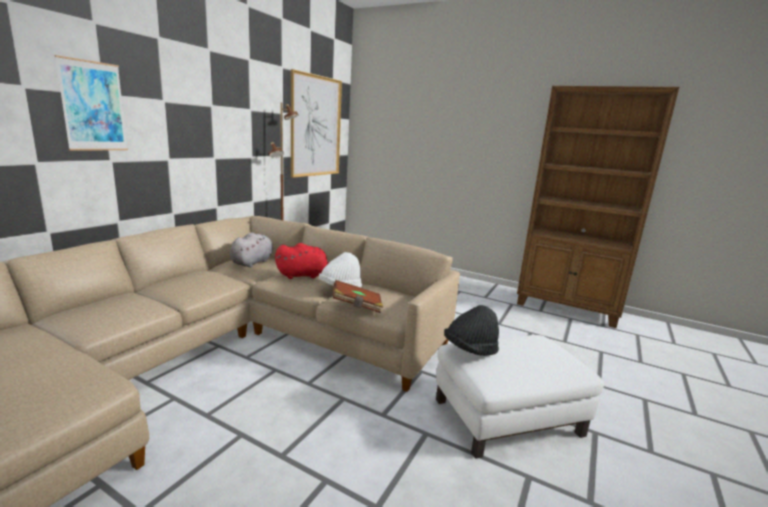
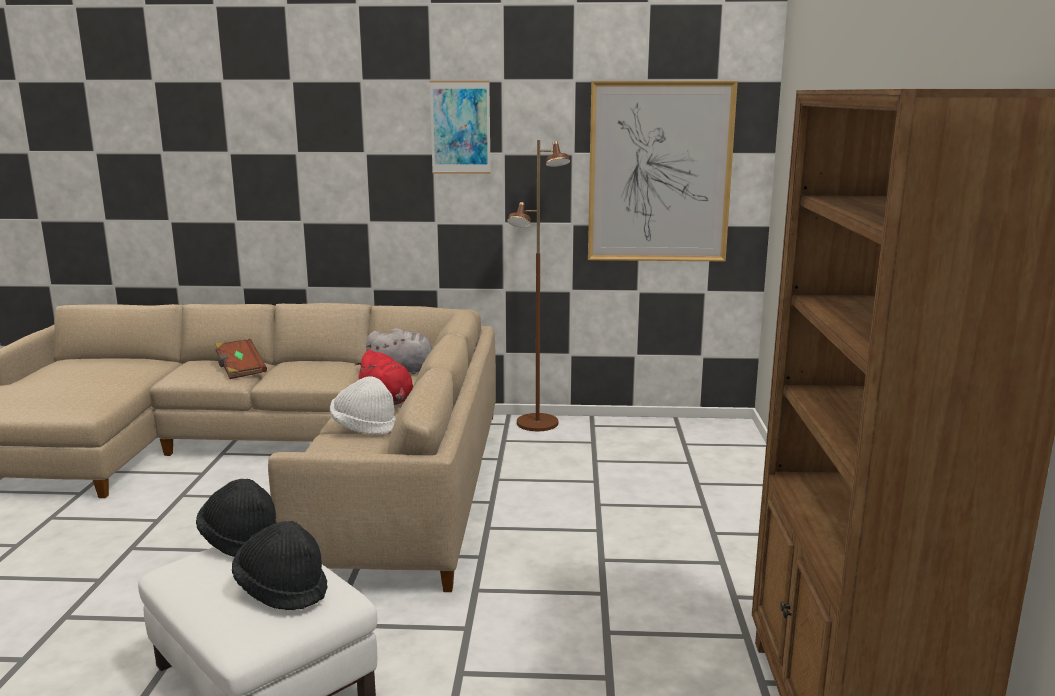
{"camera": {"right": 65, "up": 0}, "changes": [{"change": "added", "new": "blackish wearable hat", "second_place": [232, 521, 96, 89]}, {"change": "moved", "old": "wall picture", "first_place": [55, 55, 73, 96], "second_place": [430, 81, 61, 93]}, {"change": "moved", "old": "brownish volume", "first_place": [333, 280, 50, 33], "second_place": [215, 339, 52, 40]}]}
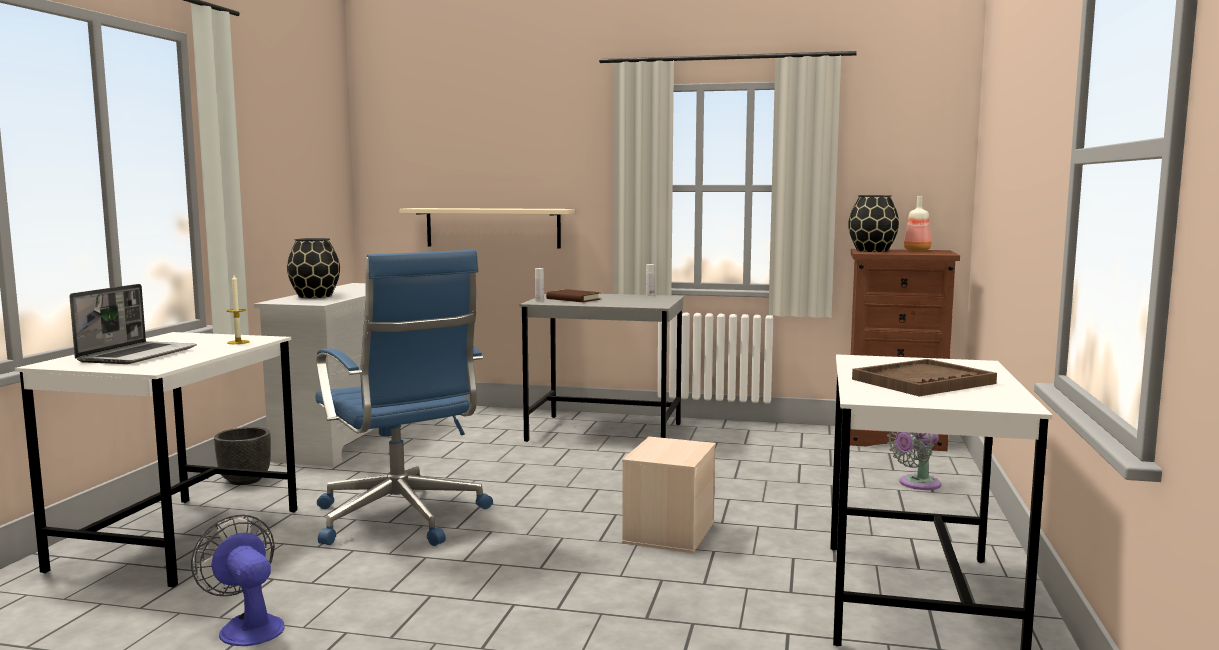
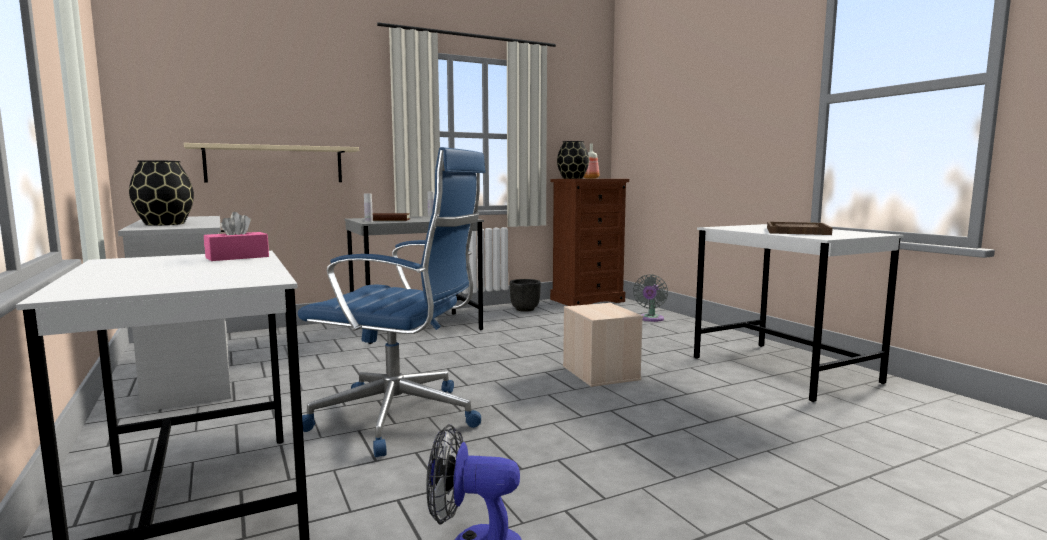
{"camera": {"right": -40, "up": 0}, "changes": [{"change": "removed", "old": "portable computer", "first_place": [70, 284, 127, 80]}, {"change": "moved", "old": "blackish plant pot", "first_place": [214, 427, 57, 58], "second_place": [510, 279, 31, 33]}, {"change": "replaced", "old": "candle", "new": "pink tissue box", "first_place": [227, 275, 23, 69], "second_place": [204, 212, 65, 49]}]}
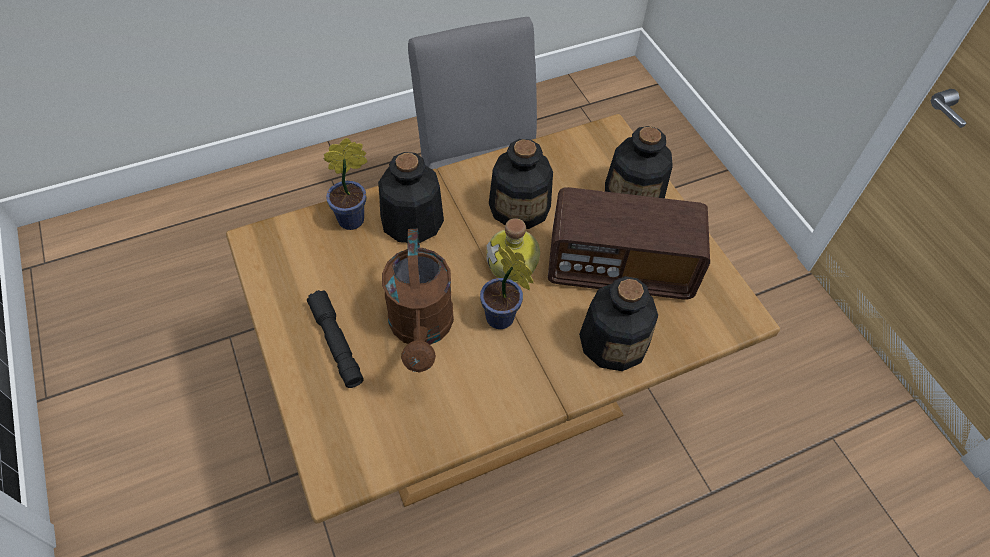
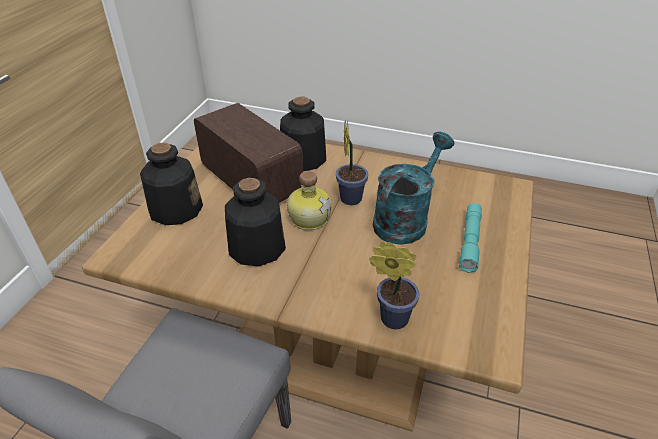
{"camera": {"right": -135, "up": -15}, "changes": [{"change": "removed", "old": "beverage bottle", "first_place": [378, 152, 66, 91]}, {"change": "recoloured", "old": "blackish flashlight", "new": "turquoise-coloured flashlight", "first_place": [307, 290, 57, 98], "second_place": [459, 203, 23, 70]}, {"change": "recoloured", "old": "brownish sprinkling can", "new": "turquoise-coloured sprinkling can", "first_place": [382, 229, 72, 144], "second_place": [373, 131, 82, 114]}]}
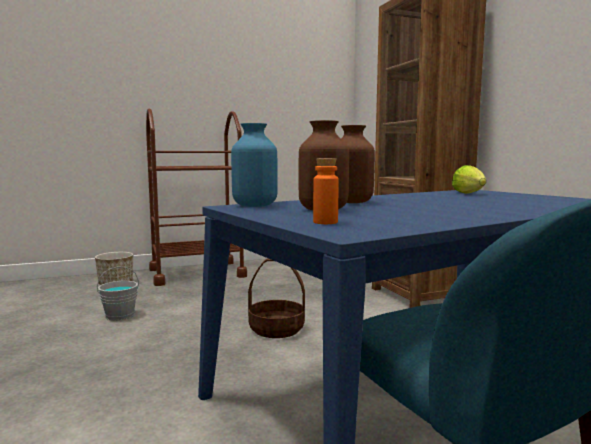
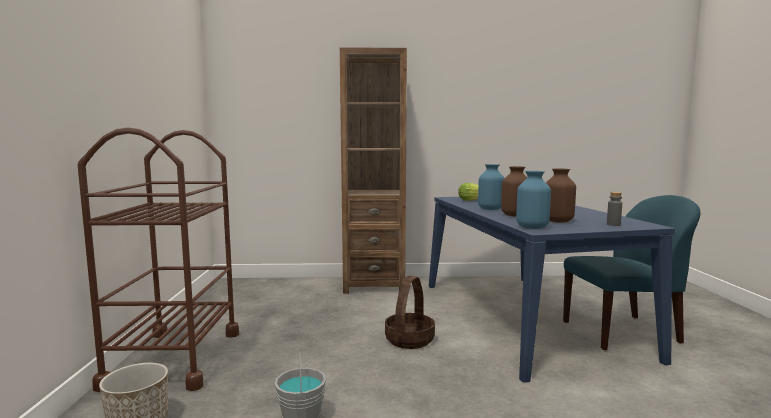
{"camera": {"right": -70, "up": 0}, "changes": [{"change": "added", "new": "blue flower vase", "second_place": [478, 164, 26, 46]}, {"change": "recoloured", "old": "orangey beverage bottle", "new": "grey beverage bottle", "first_place": [313, 158, 26, 66], "second_place": [607, 192, 15, 34]}]}
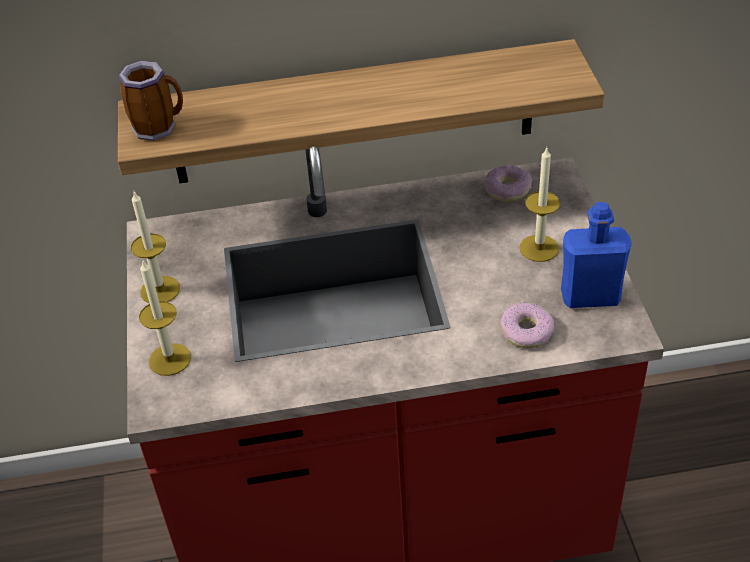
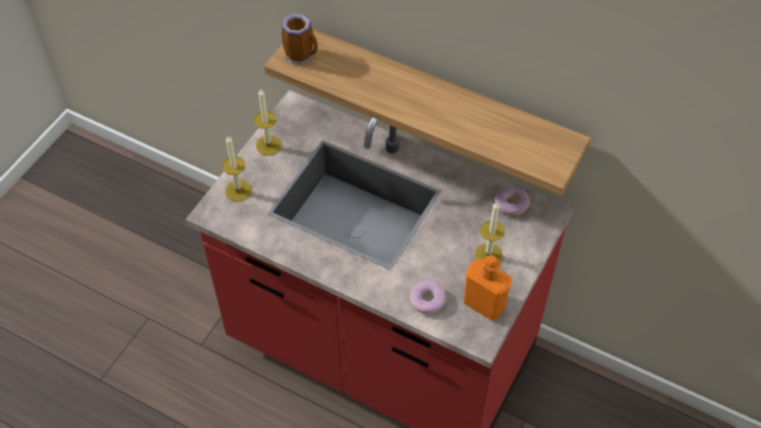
{"camera": {"right": 35, "up": 10}, "changes": [{"change": "recoloured", "old": "blue beverage bottle", "new": "orangey beverage bottle", "first_place": [561, 202, 71, 106], "second_place": [464, 255, 48, 66]}]}
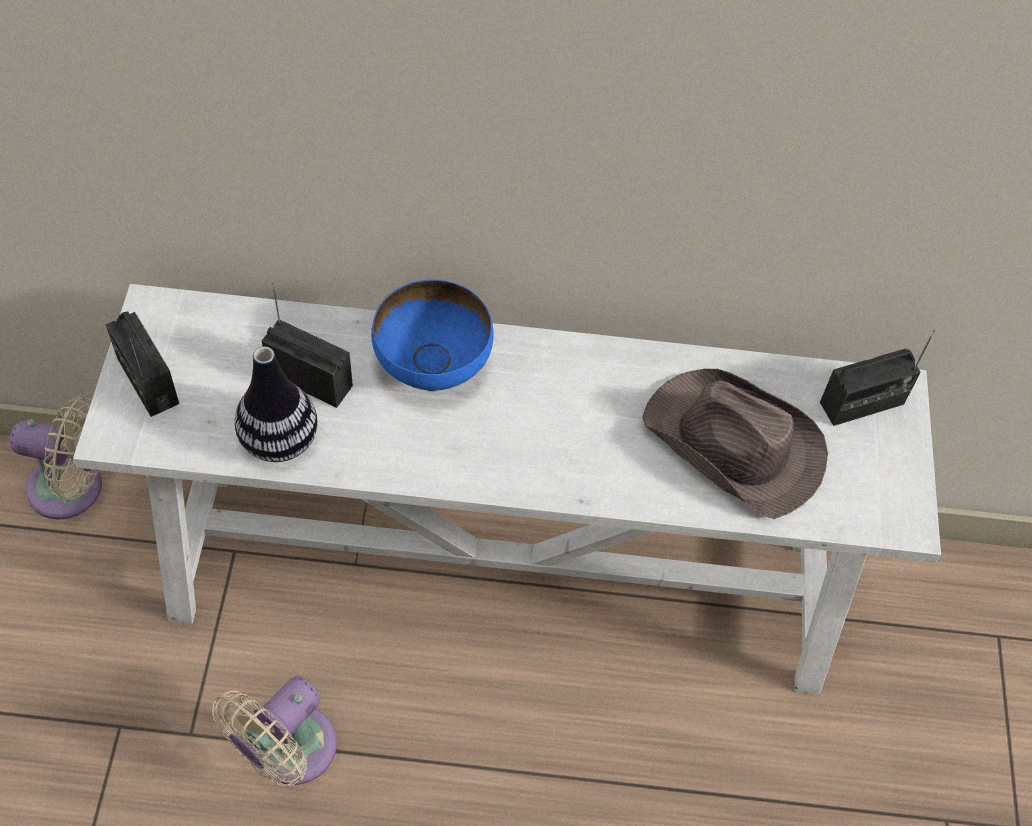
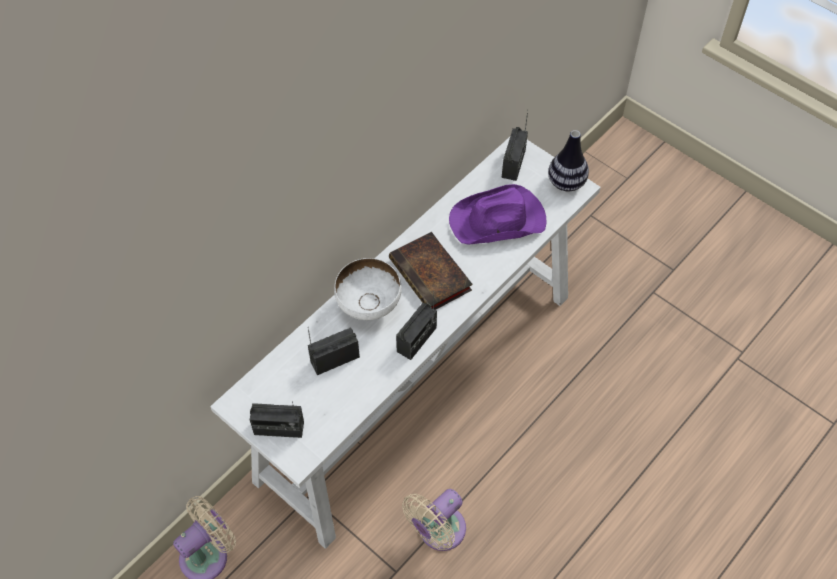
{"camera": {"right": -50, "up": 0}, "changes": [{"change": "added", "new": "volume", "second_place": [389, 232, 84, 78]}, {"change": "added", "new": "radio", "second_place": [396, 291, 41, 69]}, {"change": "moved", "old": "flower vase", "first_place": [235, 346, 83, 116], "second_place": [548, 130, 41, 61]}, {"change": "recoloured", "old": "blue deep dish", "new": "white deep dish", "first_place": [371, 280, 123, 111], "second_place": [334, 258, 68, 62]}, {"change": "recoloured", "old": "brownish wearable hat", "new": "purple-coloured wearable hat", "first_place": [642, 369, 186, 150], "second_place": [449, 184, 98, 61]}, {"change": "turned", "old": "beige cooling fan", "first_place": [212, 676, 125, 110], "second_place": [402, 489, 64, 62], "degrees": 60}]}
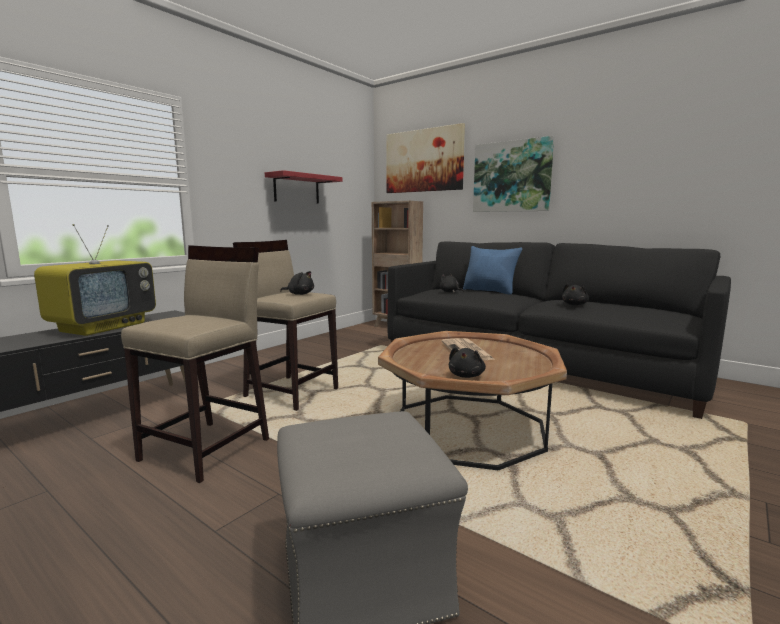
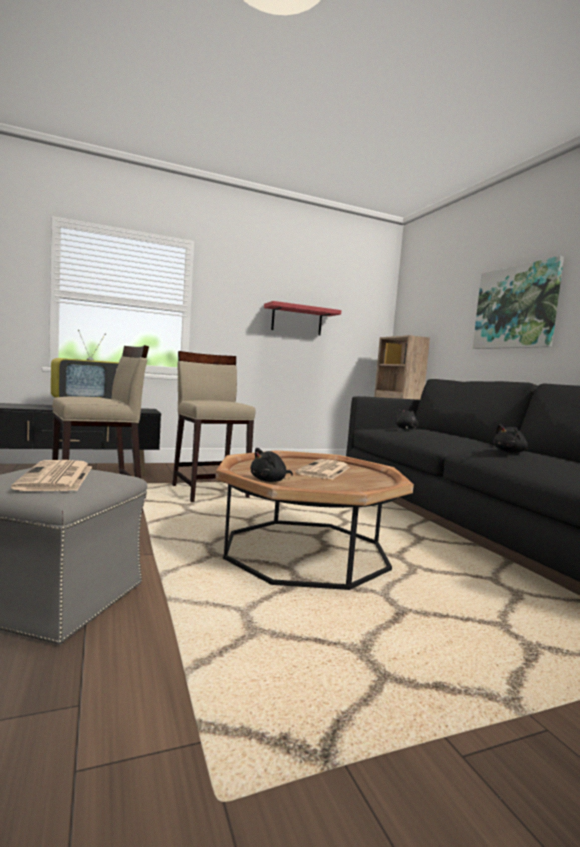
{"camera": {"right": 30, "up": -5}, "changes": [{"change": "removed", "old": "blackish cuddly toy", "first_place": [280, 271, 34, 24]}, {"change": "removed", "old": "wall picture", "first_place": [387, 123, 78, 70]}, {"change": "removed", "old": "blue pillow", "first_place": [463, 246, 60, 49]}, {"change": "added", "new": "newspaper", "second_place": [11, 460, 81, 31]}]}
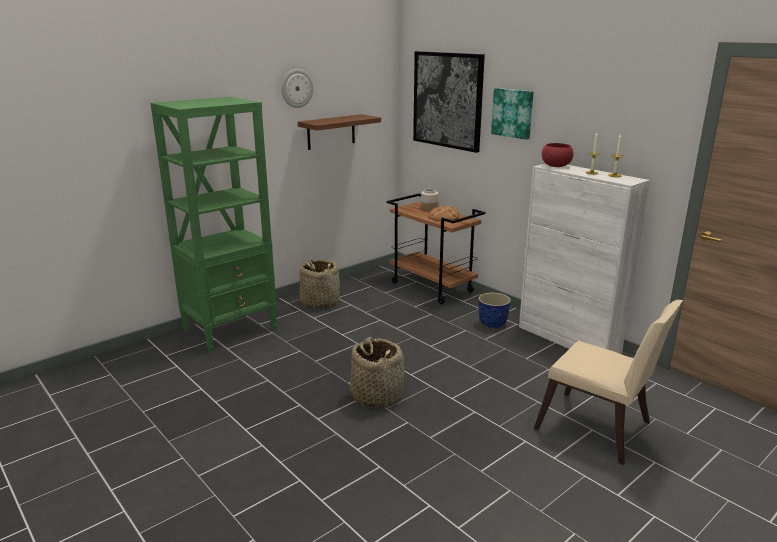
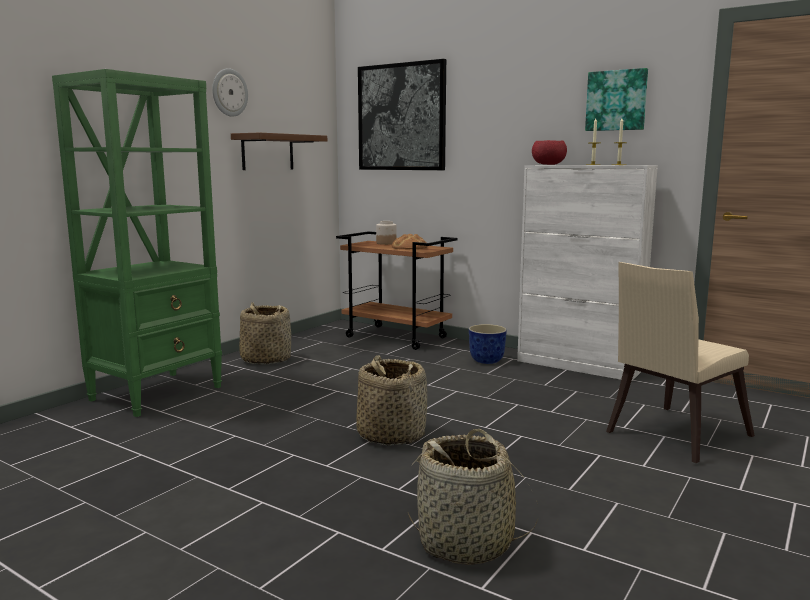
{"camera": {"right": -15, "up": -10}, "changes": [{"change": "added", "new": "storage basket", "second_place": [408, 429, 131, 136]}, {"change": "moved", "old": "wall picture", "first_place": [491, 88, 43, 52], "second_place": [585, 68, 63, 63]}, {"change": "turned", "old": "beige chair", "first_place": [534, 300, 149, 165], "second_place": [606, 262, 149, 201], "degrees": 120}]}
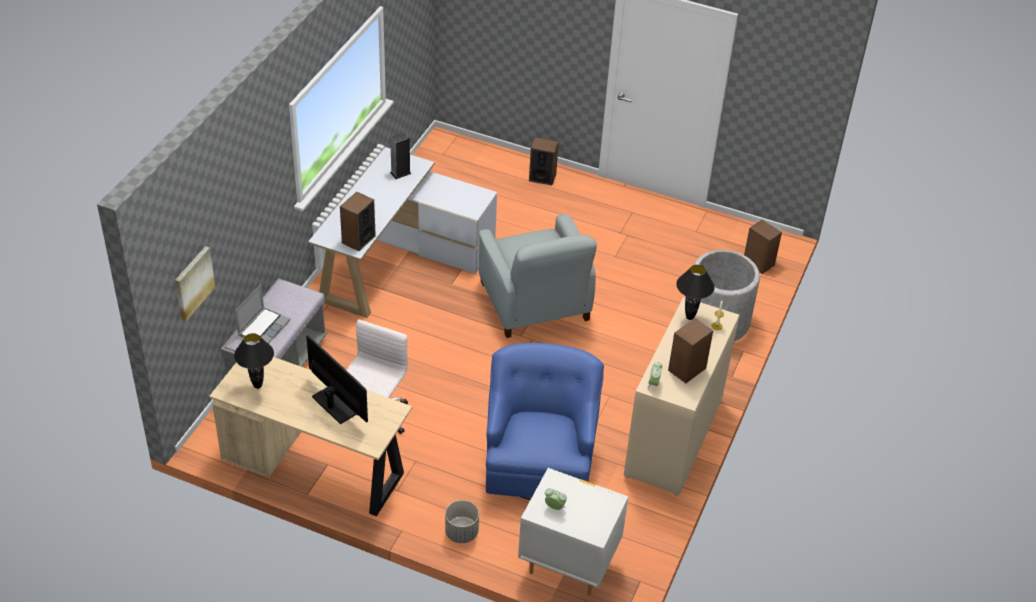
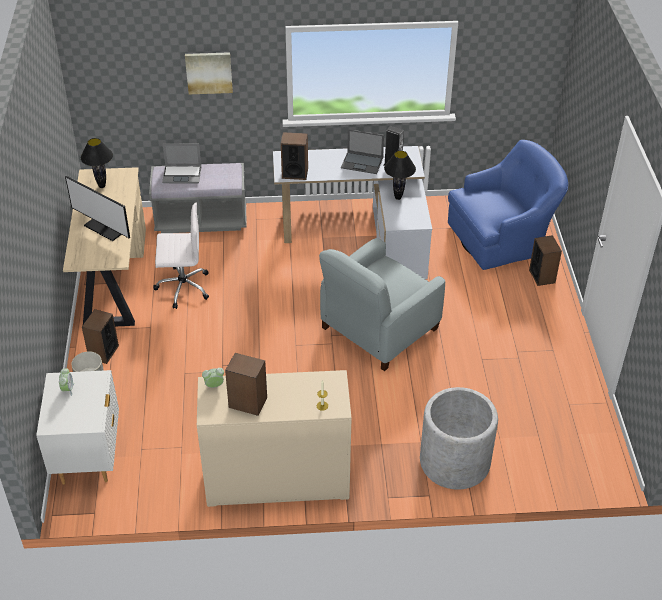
{"camera": {"right": 65, "up": 0}, "changes": [{"change": "added", "new": "portable computer", "second_place": [341, 129, 43, 45]}, {"change": "moved", "old": "wall picture", "first_place": [175, 246, 40, 75], "second_place": [185, 52, 48, 42]}, {"change": "moved", "old": "blue easy chair", "first_place": [486, 343, 118, 157], "second_place": [448, 140, 120, 130]}, {"change": "moved", "old": "blackish lamp for a table", "first_place": [676, 265, 39, 55], "second_place": [384, 150, 32, 50]}, {"change": "moved", "old": "loudspeaker", "first_place": [744, 220, 38, 54], "second_place": [82, 309, 37, 55]}, {"change": "turned", "old": "computer display", "first_place": [306, 335, 62, 89], "second_place": [65, 176, 65, 65], "degrees": 105}]}
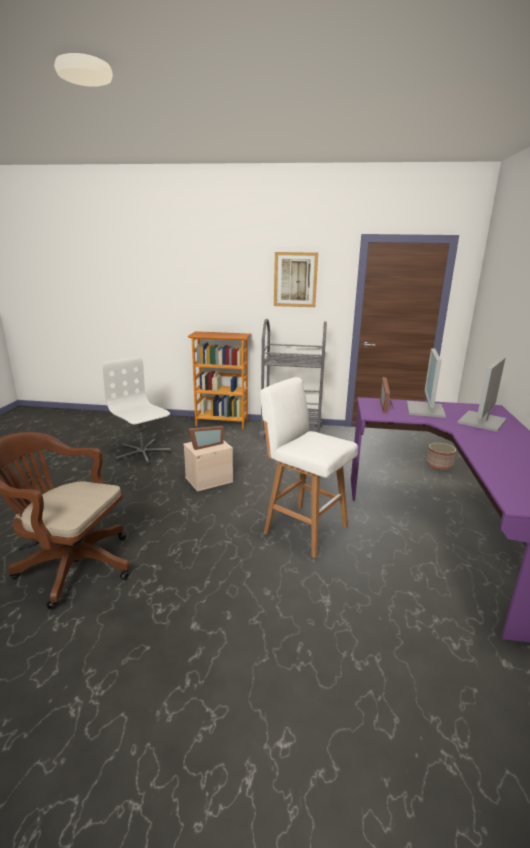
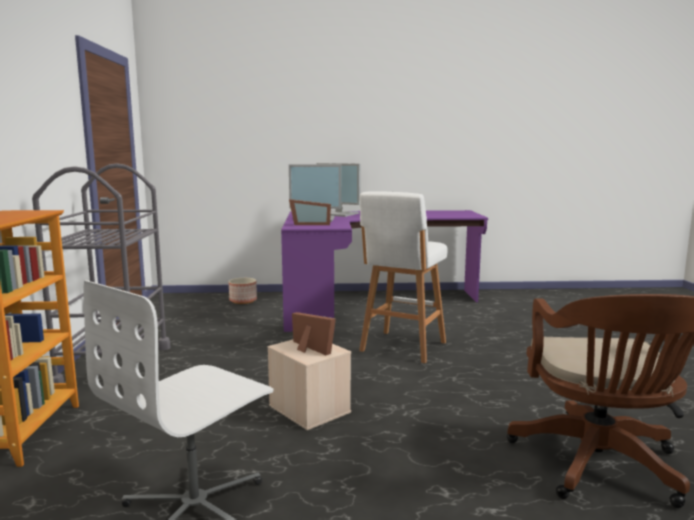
{"camera": {"right": -100, "up": -10}, "changes": [{"change": "removed", "old": "wall picture", "first_place": [274, 252, 44, 55]}]}
